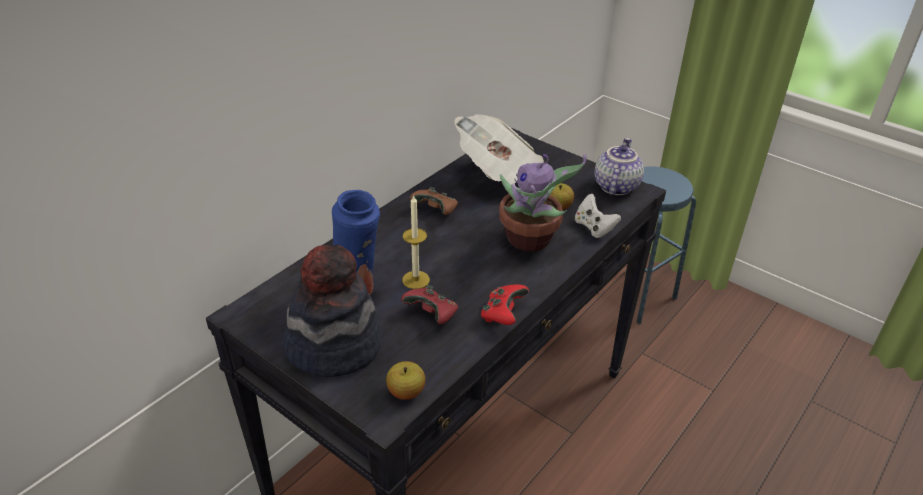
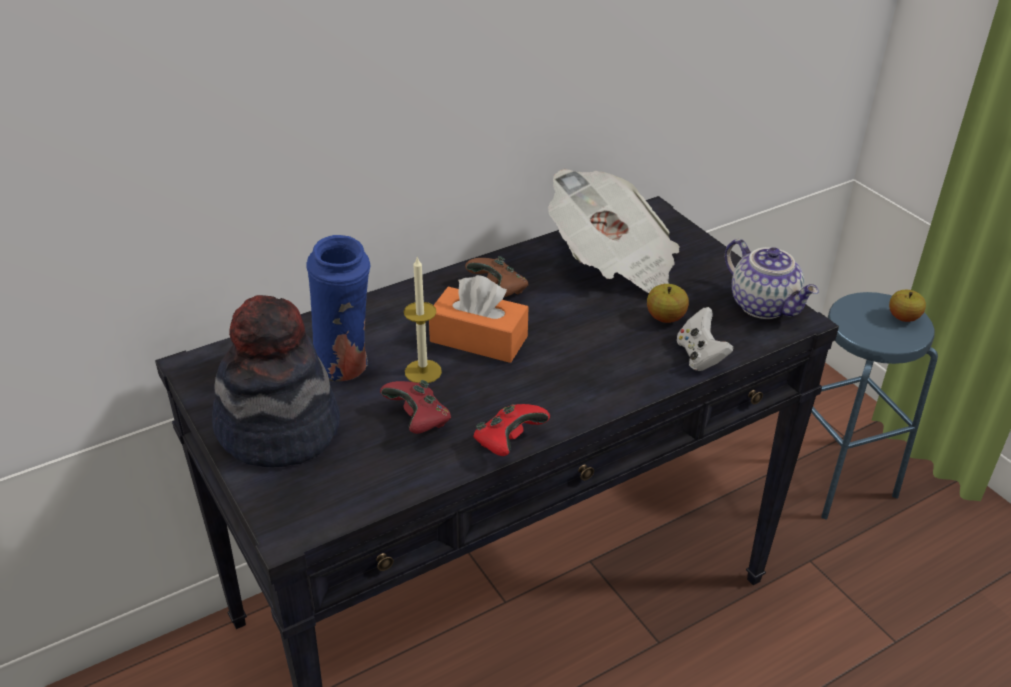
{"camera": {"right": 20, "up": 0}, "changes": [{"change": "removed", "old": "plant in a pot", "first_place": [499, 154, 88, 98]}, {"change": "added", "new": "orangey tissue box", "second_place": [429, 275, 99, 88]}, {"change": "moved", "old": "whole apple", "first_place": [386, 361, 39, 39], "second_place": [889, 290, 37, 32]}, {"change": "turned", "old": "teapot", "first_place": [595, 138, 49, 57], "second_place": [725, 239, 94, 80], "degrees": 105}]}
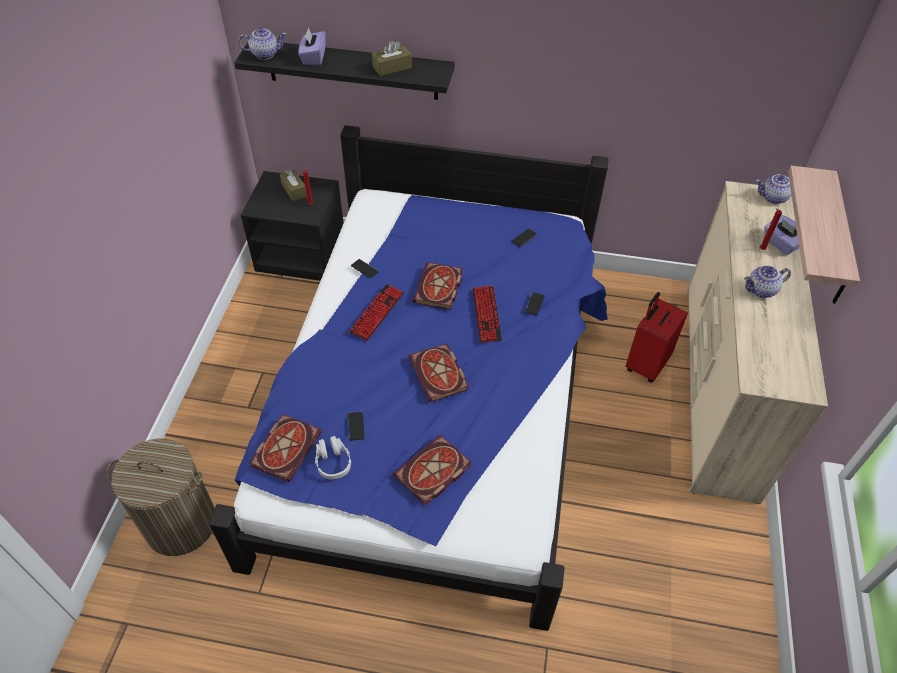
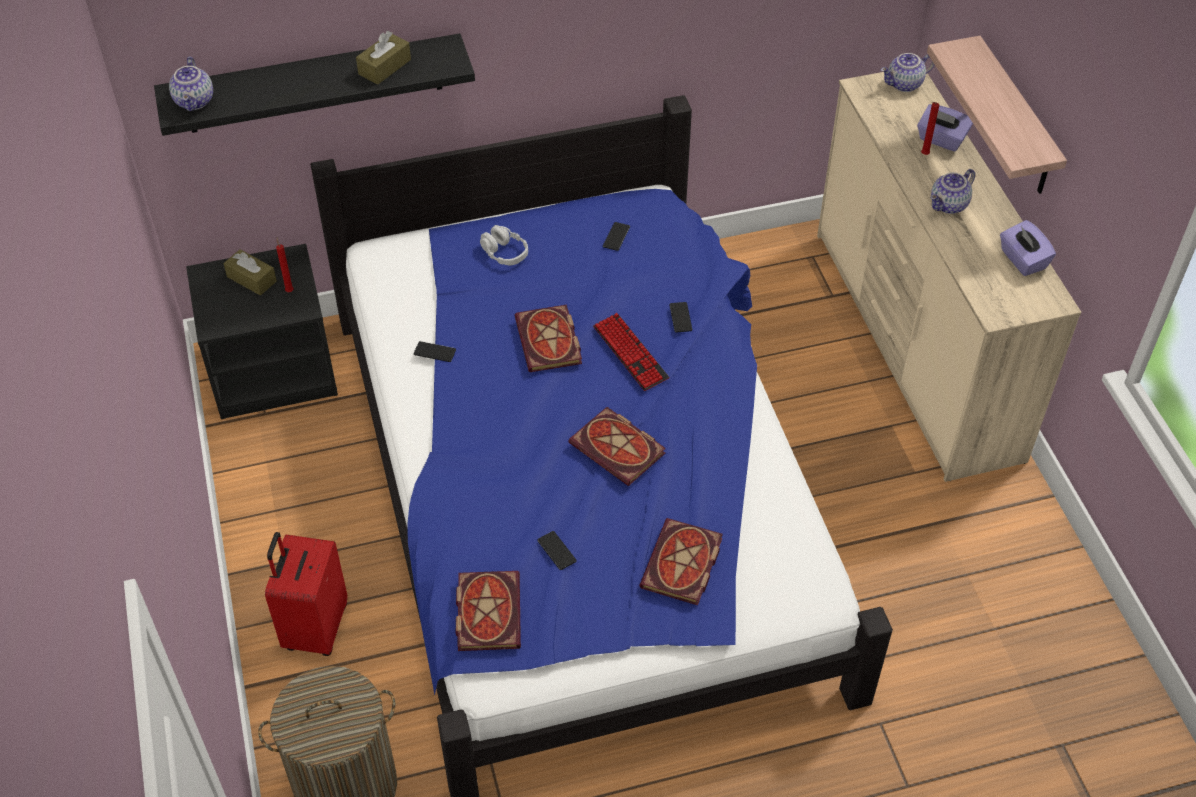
{"camera": {"right": -25, "up": 0}, "changes": [{"change": "removed", "old": "computer keyboard", "first_place": [349, 284, 55, 57]}, {"change": "moved", "old": "purple-coloured tissue box", "first_place": [298, 28, 28, 38], "second_place": [1000, 220, 56, 56]}, {"change": "moved", "old": "grey headphones", "first_place": [315, 436, 36, 44], "second_place": [480, 225, 48, 40]}, {"change": "moved", "old": "reddish piece of luggage", "first_place": [625, 292, 63, 91], "second_place": [265, 532, 82, 124]}, {"change": "turned", "old": "teapot", "first_place": [238, 28, 48, 32], "second_place": [169, 57, 44, 54], "degrees": 120}]}
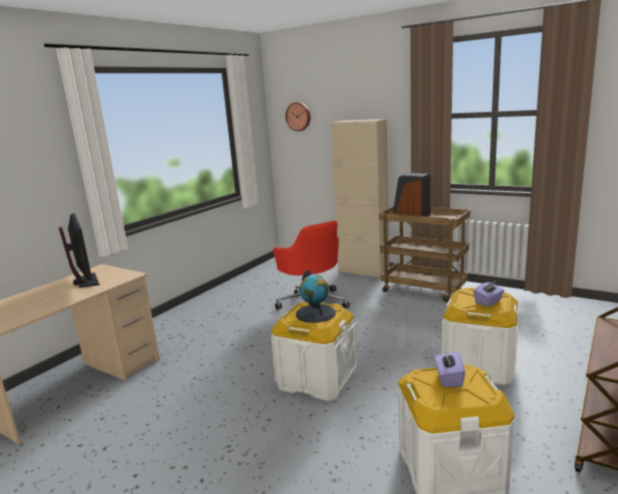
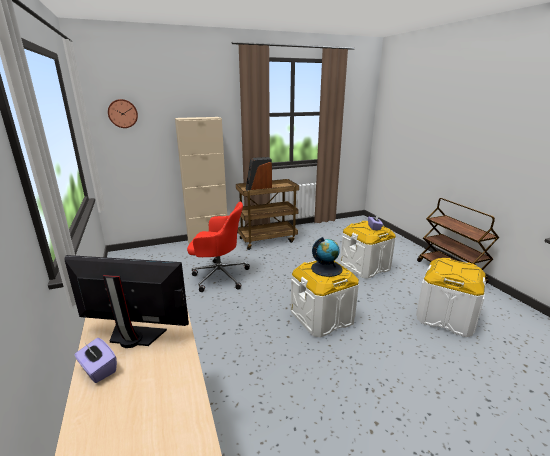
{"camera": {"right": -55, "up": 5}, "changes": [{"change": "moved", "old": "purple-coloured tissue box", "first_place": [435, 350, 30, 37], "second_place": [74, 338, 43, 45]}]}
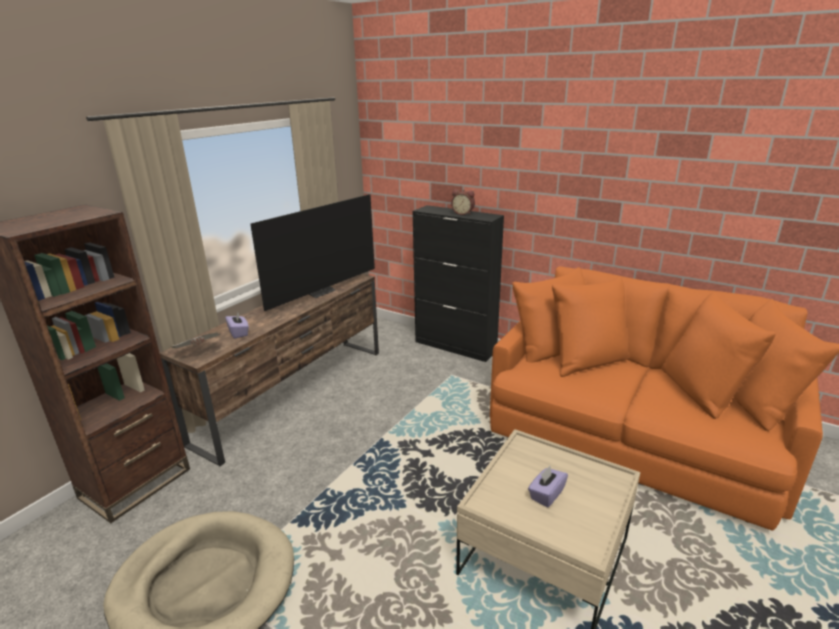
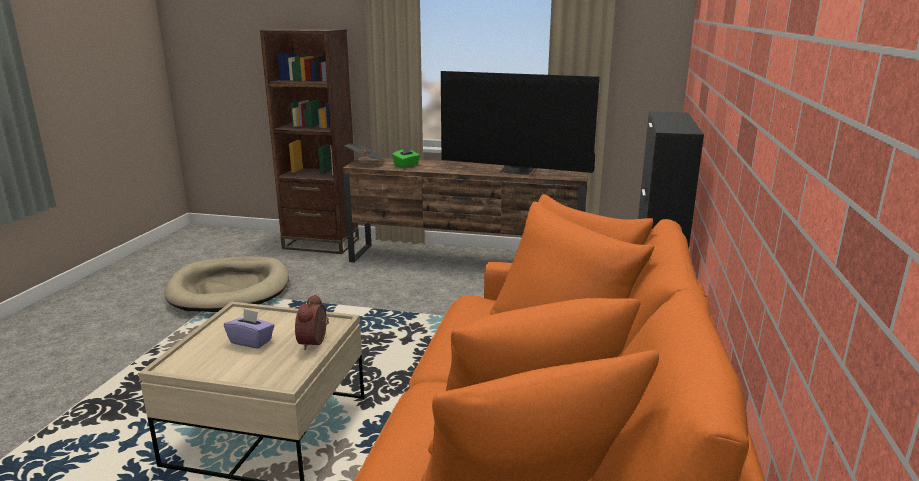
{"camera": {"right": 70, "up": -5}, "changes": [{"change": "moved", "old": "alarm clock", "first_place": [451, 189, 24, 26], "second_place": [295, 294, 34, 56]}, {"change": "recoloured", "old": "purple-coloured tissue box", "new": "green tissue box", "first_place": [225, 312, 24, 27], "second_place": [392, 146, 28, 22]}]}
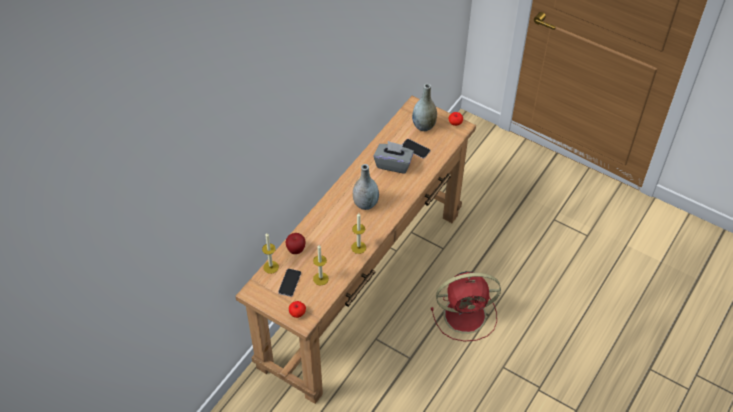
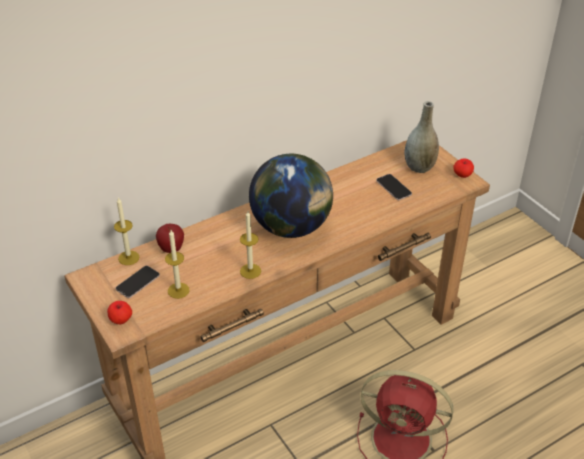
{"camera": {"right": 25, "up": -10}, "changes": [{"change": "removed", "old": "grey tissue box", "first_place": [373, 141, 41, 33]}, {"change": "replaced", "old": "grey flower vase", "new": "world globe", "first_place": [353, 164, 26, 46], "second_place": [249, 154, 84, 84]}]}
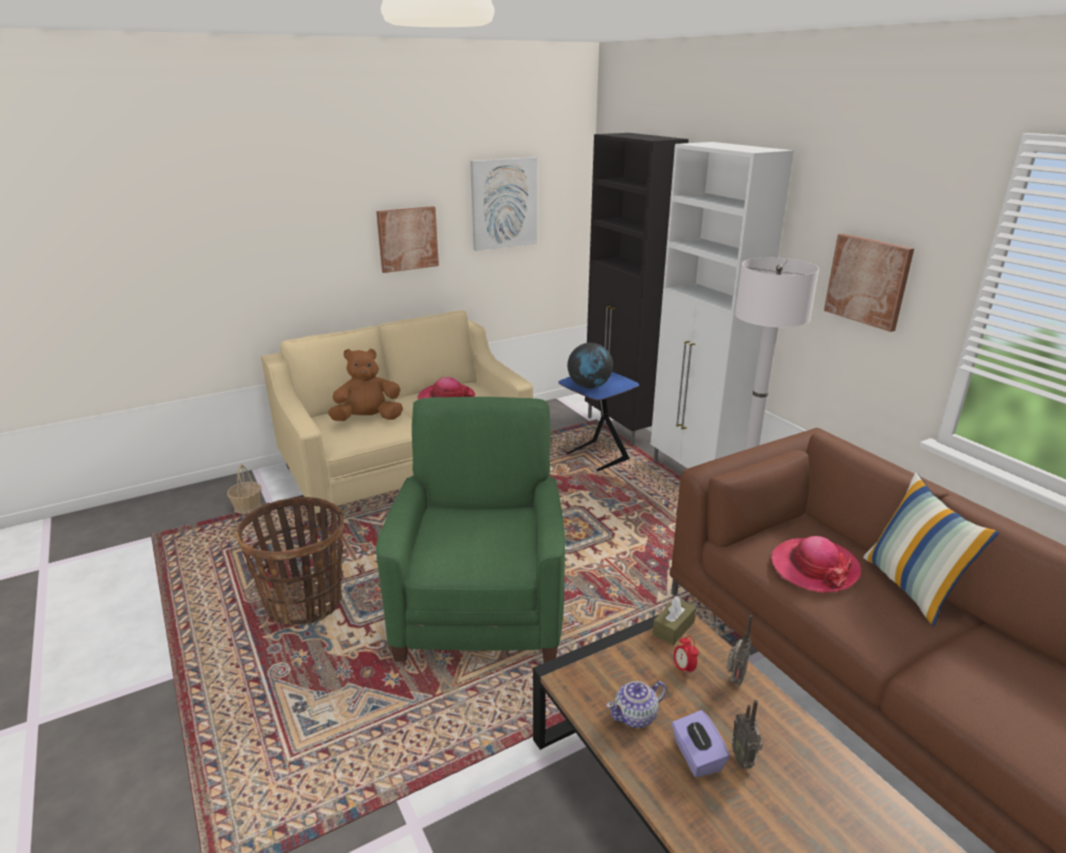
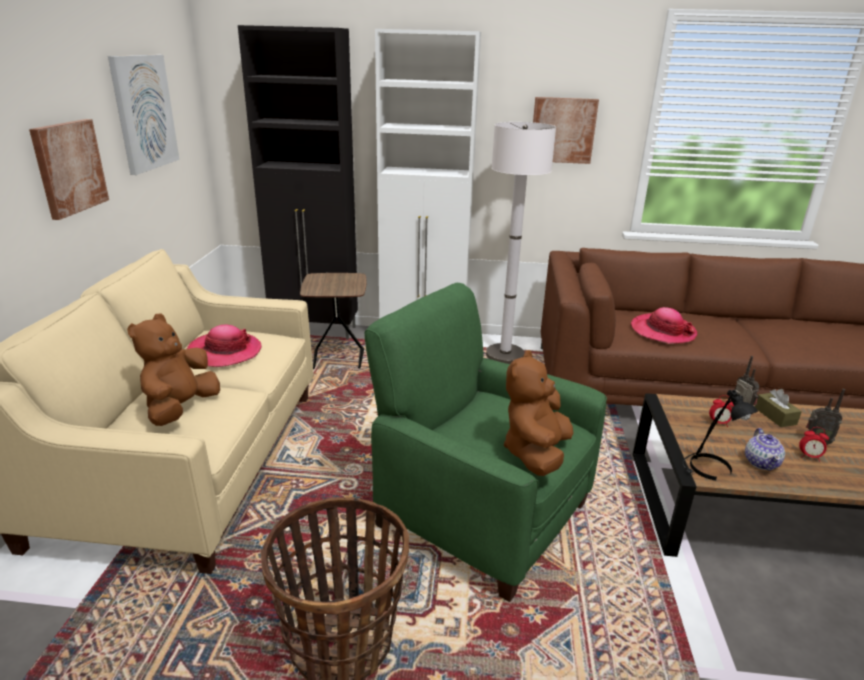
{"camera": {"right": -55, "up": 0}, "changes": [{"change": "removed", "old": "storage basket", "first_place": [227, 464, 34, 50]}, {"change": "removed", "old": "world globe", "first_place": [567, 343, 46, 46]}, {"change": "removed", "old": "pillow", "first_place": [863, 473, 136, 153]}, {"change": "added", "new": "brownish cuddly toy", "second_place": [504, 350, 69, 126]}, {"change": "added", "new": "blackish lamp for a table", "second_place": [682, 390, 76, 90]}, {"change": "moved", "old": "brownish tissue box", "first_place": [652, 596, 44, 49], "second_place": [755, 389, 47, 38]}, {"change": "replaced", "old": "purple-coloured tissue box", "new": "alarm clock", "first_place": [672, 710, 57, 67], "second_place": [799, 427, 30, 35]}, {"change": "recoloured", "old": "blue accent table", "new": "brownish accent table", "first_place": [558, 372, 81, 99], "second_place": [300, 273, 66, 96]}]}
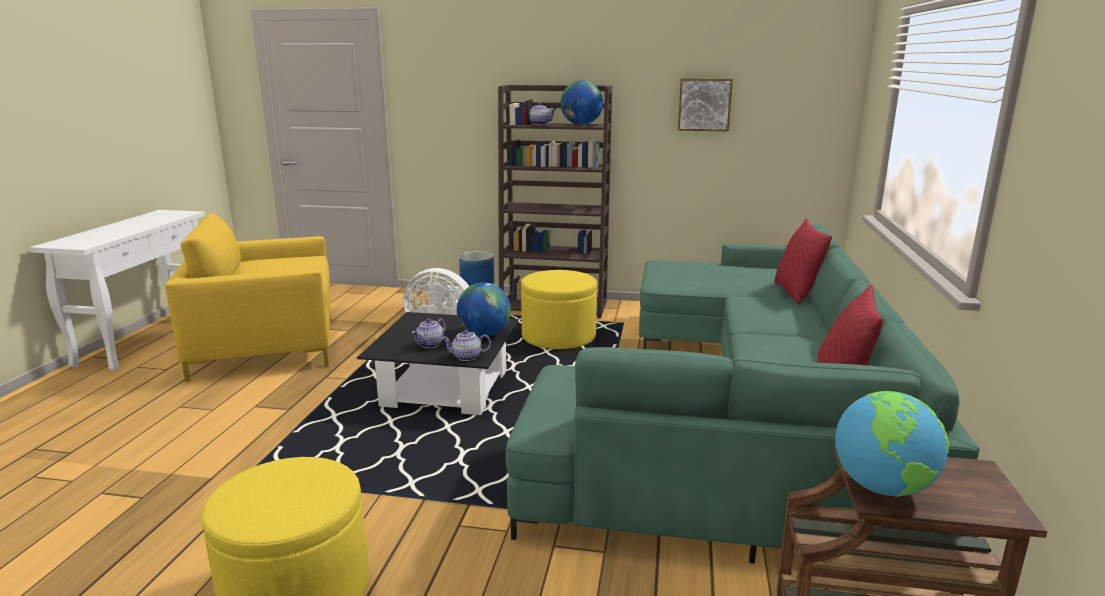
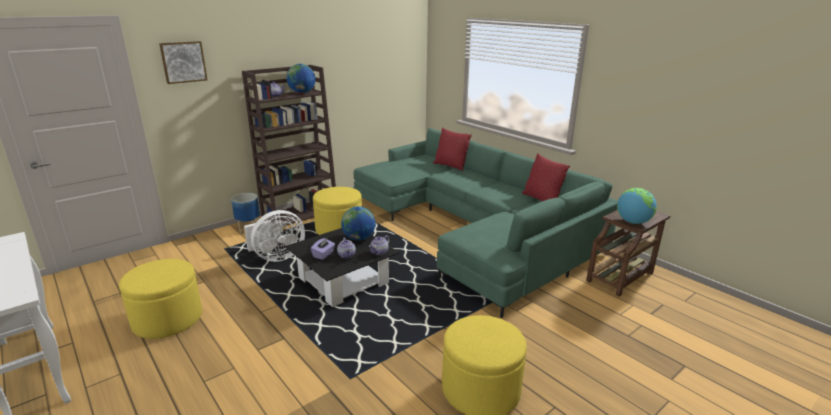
{"camera": {"right": -50, "up": 5}, "changes": [{"change": "added", "new": "purple-coloured tissue box", "second_place": [311, 238, 24, 22]}, {"change": "moved", "old": "wall picture", "first_place": [678, 78, 55, 53], "second_place": [159, 41, 48, 43]}, {"change": "replaced", "old": "yellow easy chair", "new": "yellow footrest", "first_place": [165, 213, 166, 169], "second_place": [119, 259, 83, 80]}]}
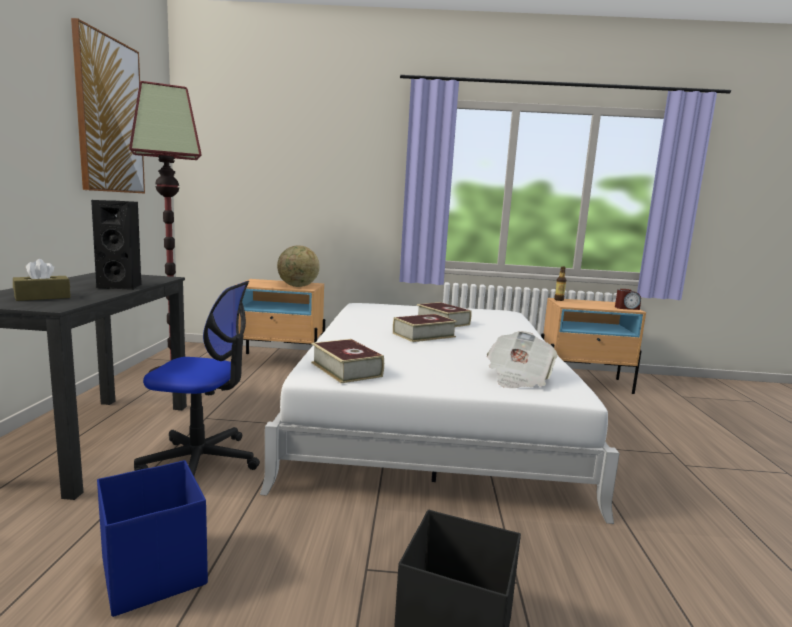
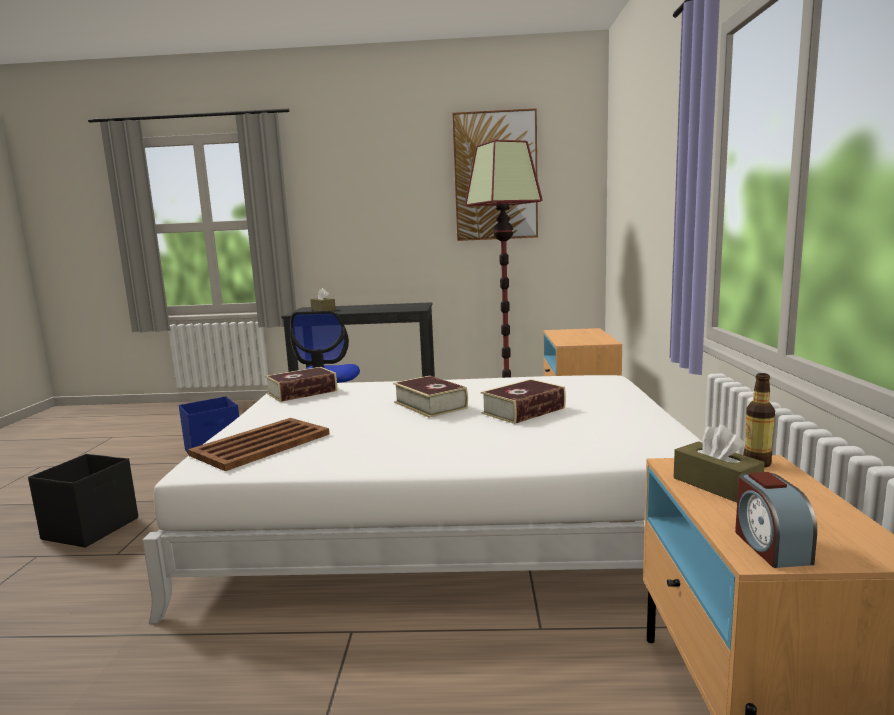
{"camera": {"right": 90, "up": 0}, "changes": [{"change": "removed", "old": "blackish loudspeaker", "first_place": [91, 200, 50, 90]}, {"change": "removed", "old": "world globe", "first_place": [277, 245, 43, 42]}, {"change": "added", "new": "brownish tissue box", "second_place": [674, 425, 91, 78]}, {"change": "replaced", "old": "newspaper", "new": "brownish serving tray", "first_place": [487, 331, 71, 57], "second_place": [188, 418, 141, 53]}]}
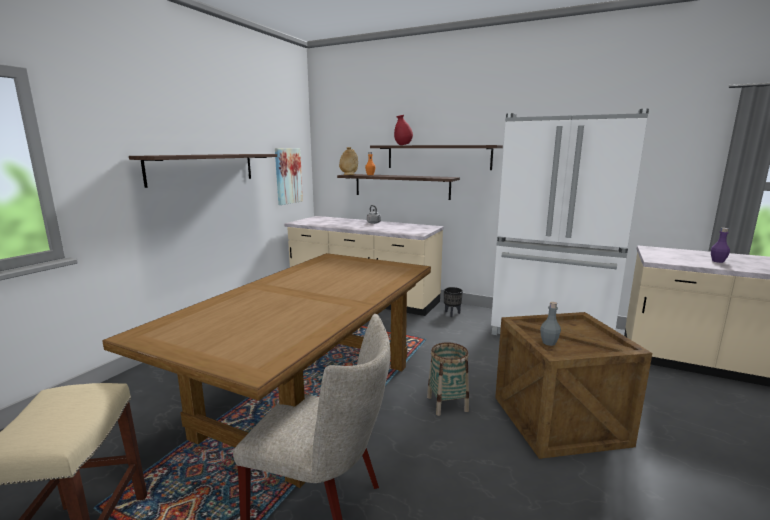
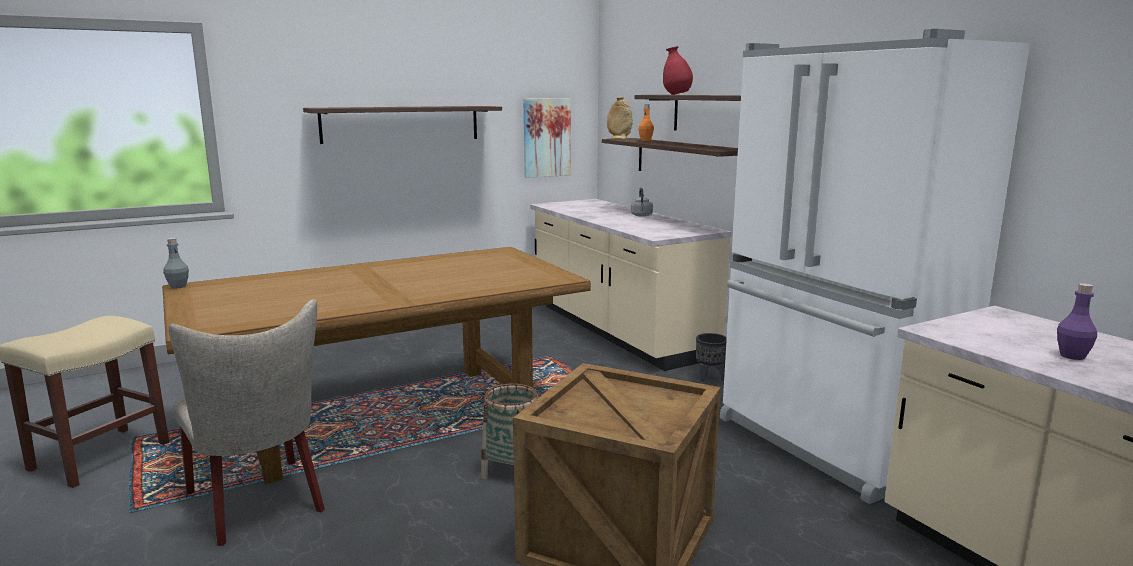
{"camera": {"right": 35, "up": 0}, "changes": [{"change": "moved", "old": "grey beverage bottle", "first_place": [540, 302, 21, 44], "second_place": [163, 238, 26, 51]}]}
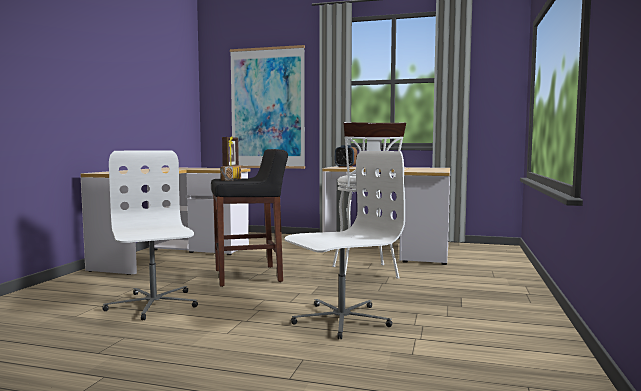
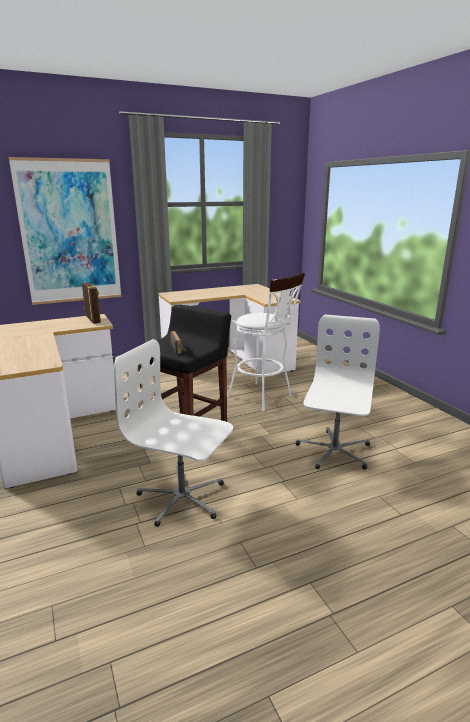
{"camera": {"right": -40, "up": 15}, "changes": [{"change": "removed", "old": "alarm clock", "first_place": [335, 145, 22, 22]}]}
